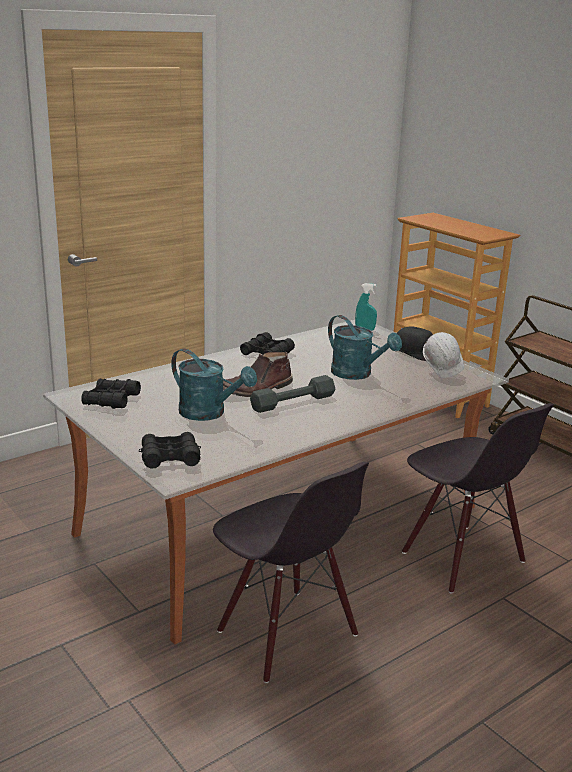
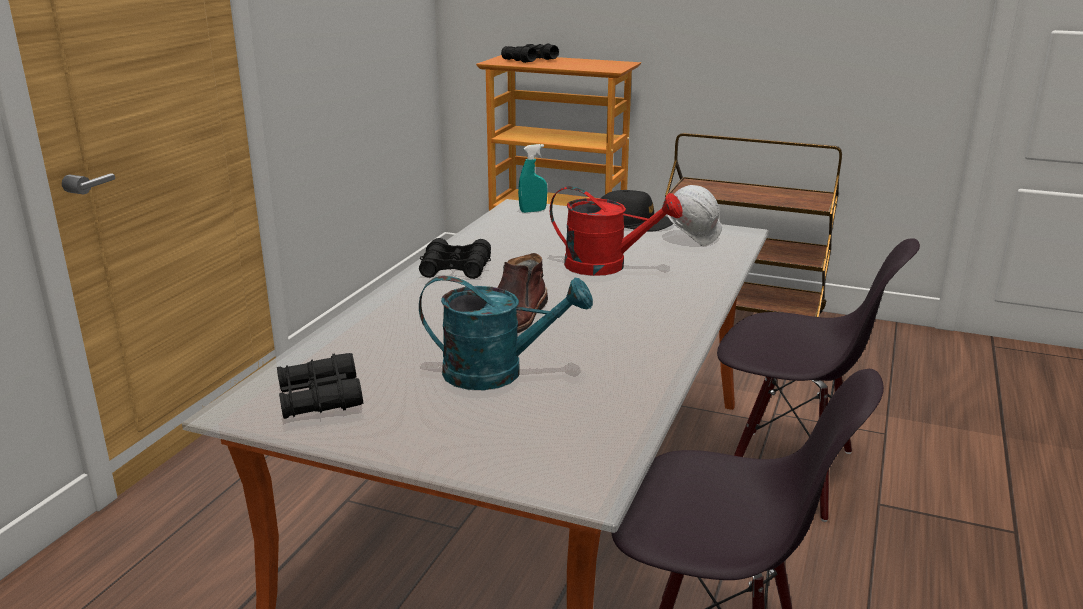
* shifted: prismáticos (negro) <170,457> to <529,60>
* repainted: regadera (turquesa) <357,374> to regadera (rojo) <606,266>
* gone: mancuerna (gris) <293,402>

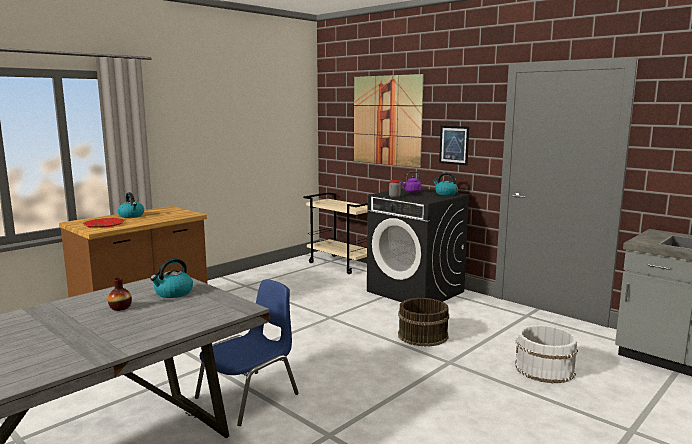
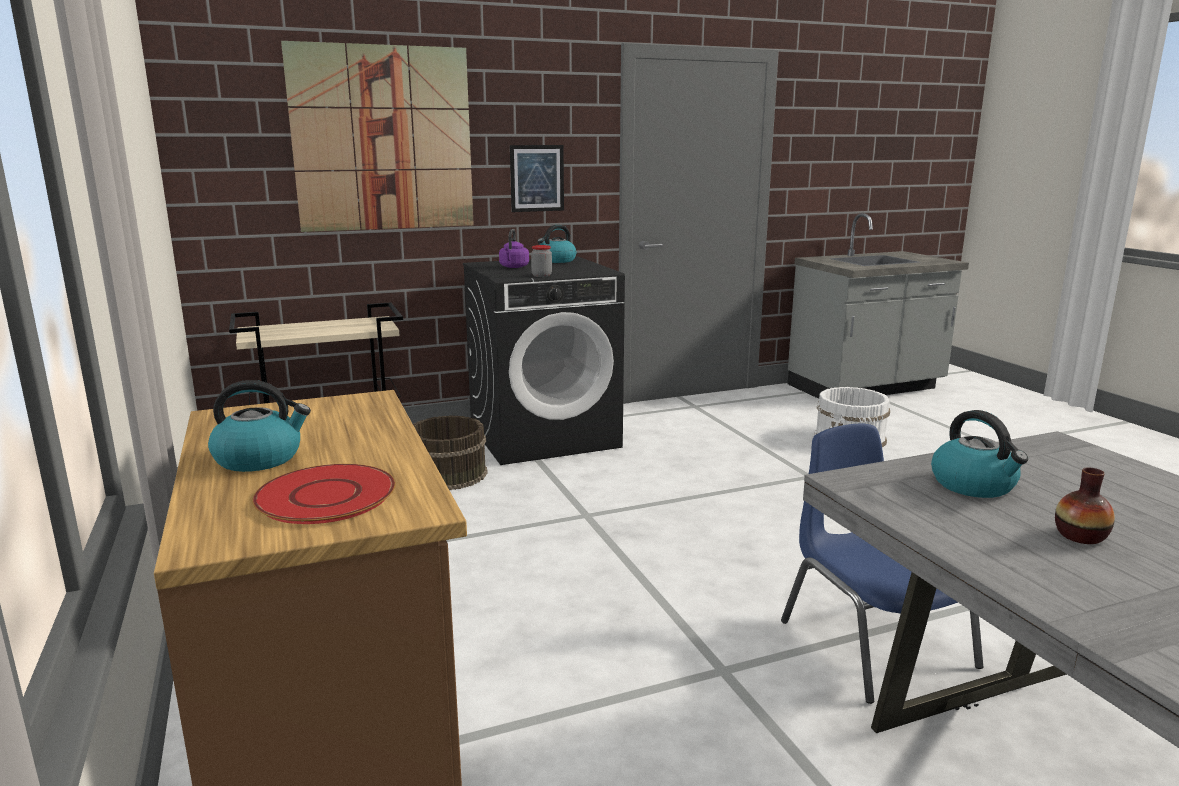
* shifted: cubo (marrón) <422,335> to <447,474>

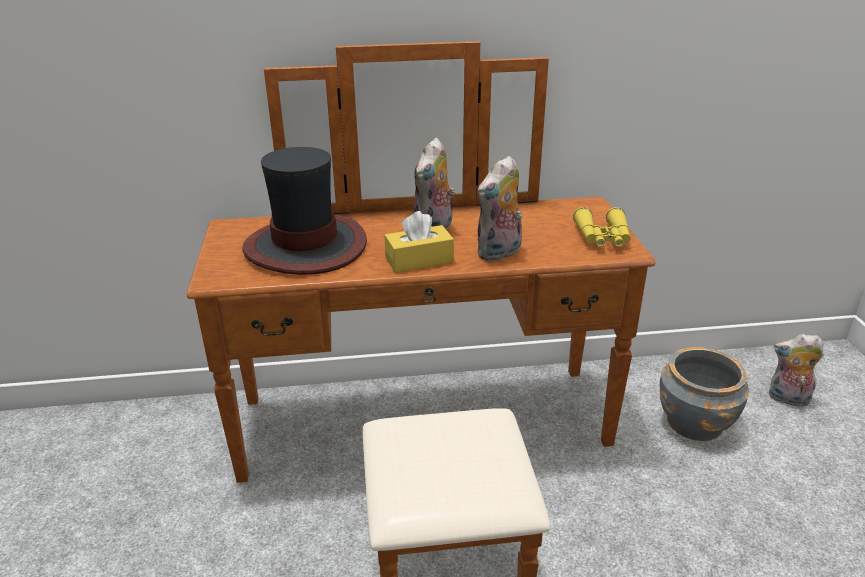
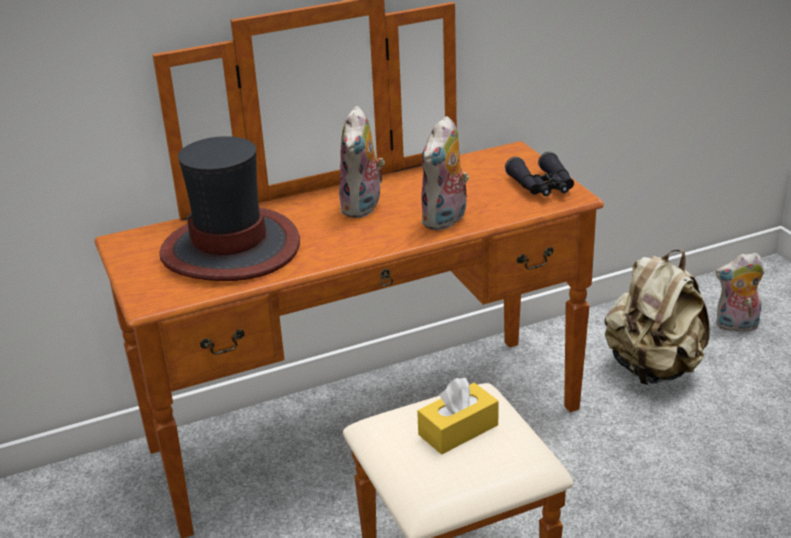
* shifted: caja de pañuelos (amarillo) <419,260> to <458,430>
* repainted: prismáticos (amarillo) <603,238> to prismáticos (negro) <542,186>
* swapped: maceta (gris) <695,422> to mochila (beis) <653,368>

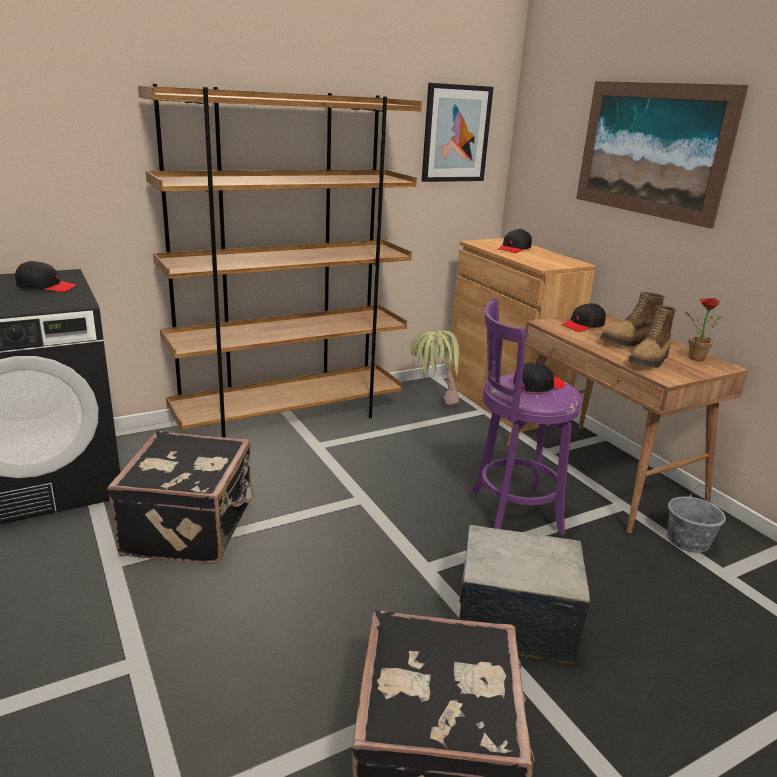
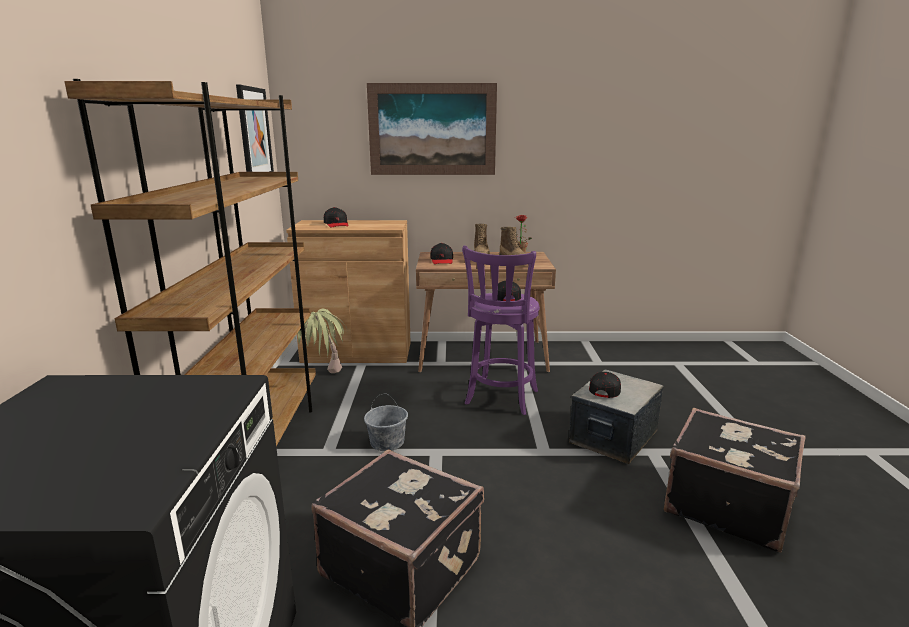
* shifted: cubo (gris) <688,540> to <387,442>
* shifted: gorra (negro) <46,287> to <605,389>

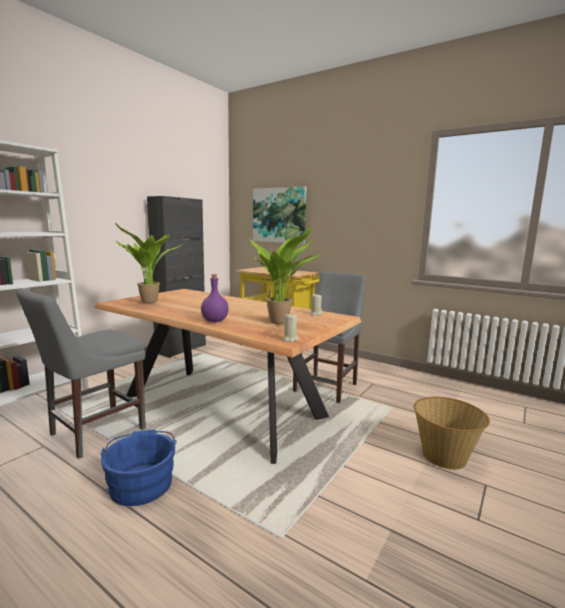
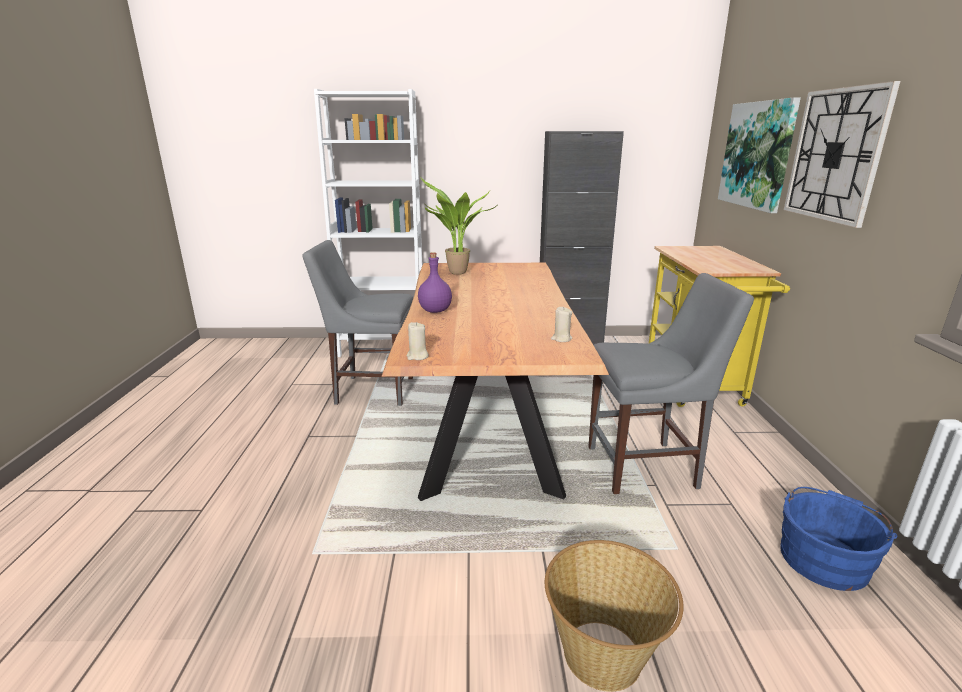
* shifted: cubo (azul) <141,482> to <824,557>
* new: reloj de pared <835,155>
* gone: planta en maceta <281,322>

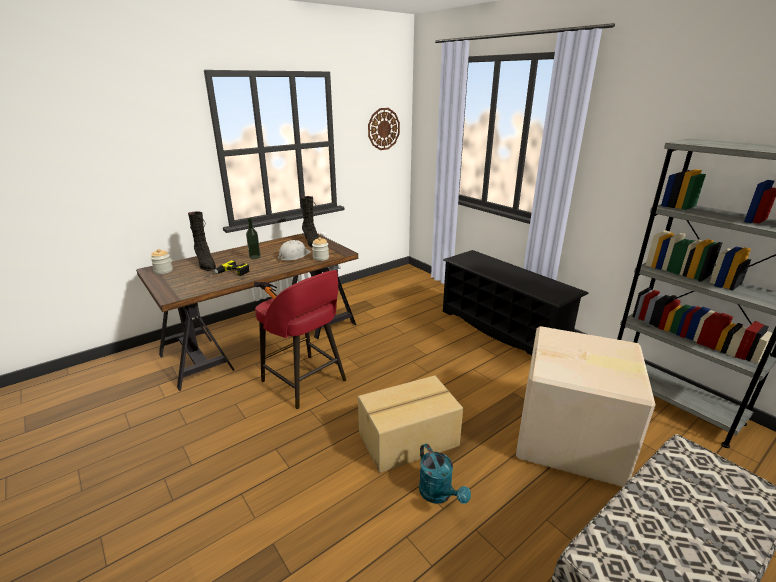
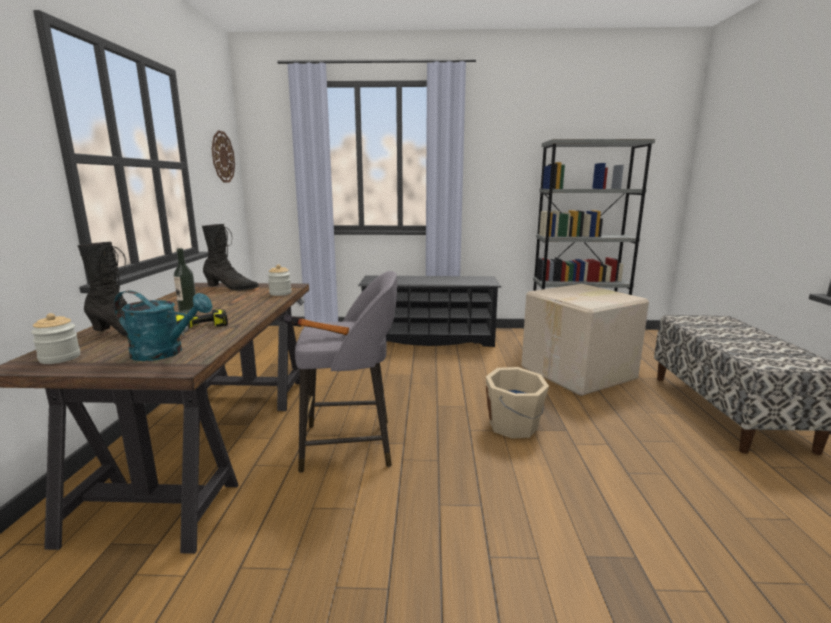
* shifted: regadera (turquesa) <439,494> to <165,353>
* repainted: taburete (rojo) <305,382> to taburete (gris) <351,445>
* swapped: caja de cartón <409,440> to cubo (beis) <514,426>
* gone: casco (blanco) <294,255>

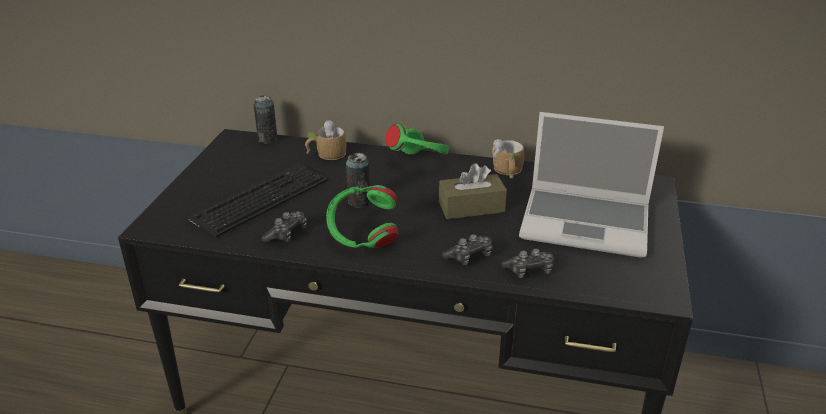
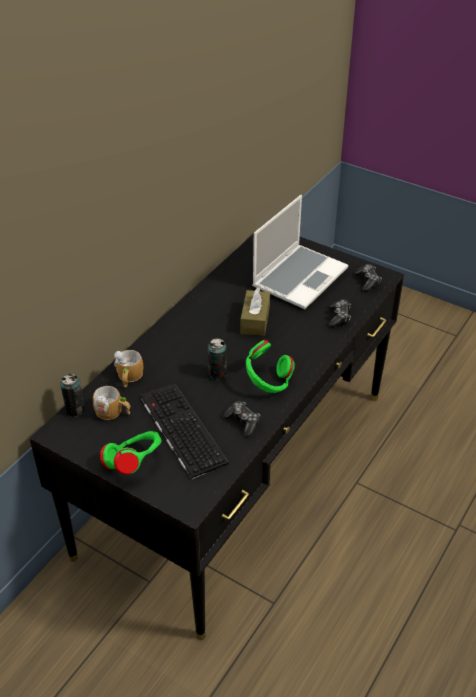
* shifted: taza grande <507,171> to <113,412>
* shifted: auriculares (verde) <419,162> to <134,463>
* shifted: mando de consola <469,256> to <367,281>

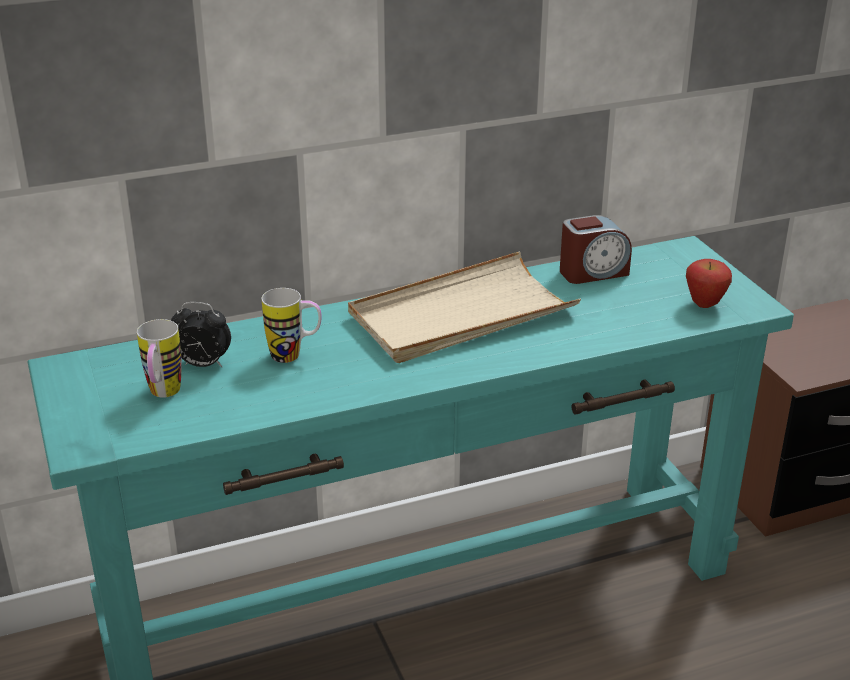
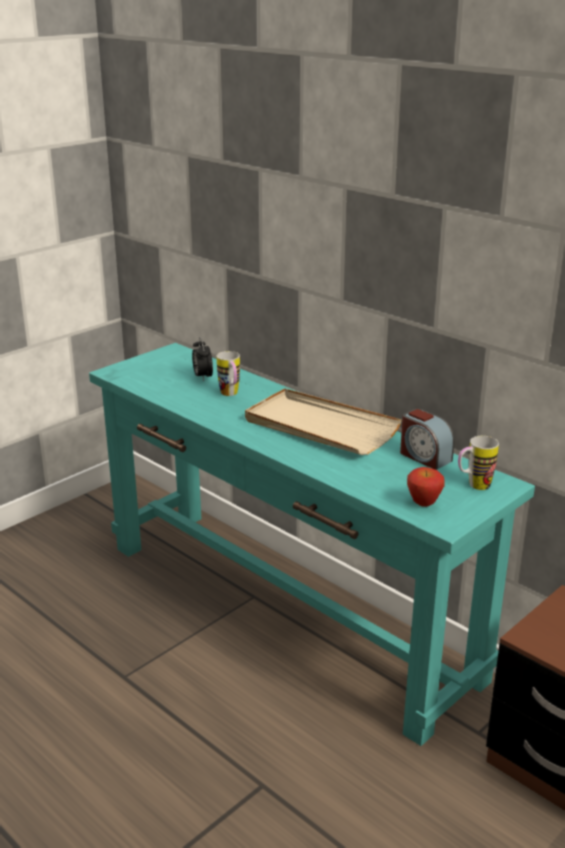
* shifted: taza grande <163,395> to <473,486>

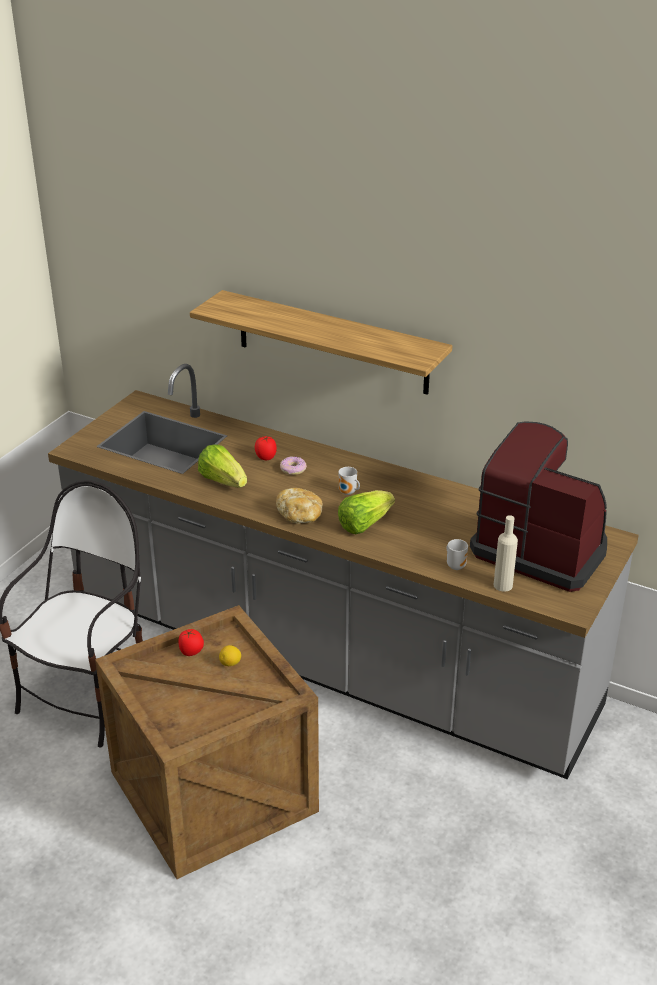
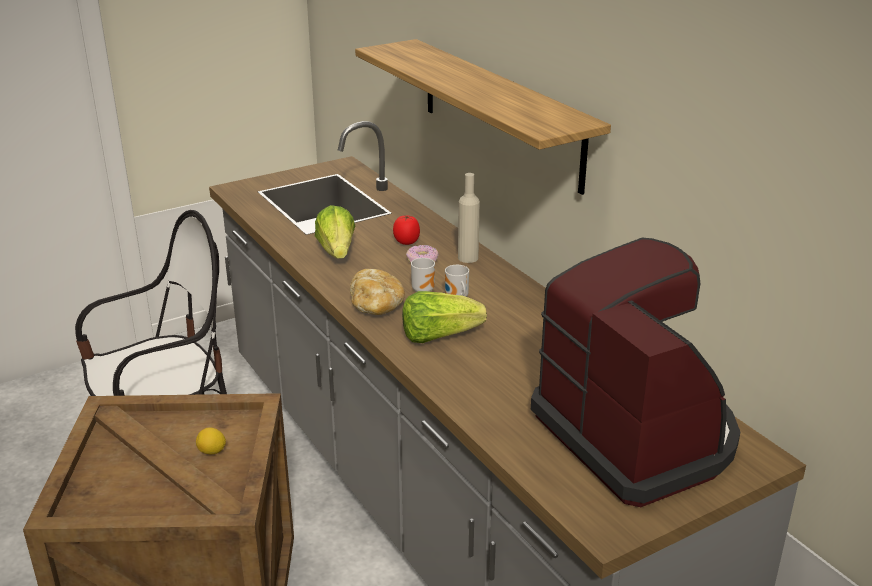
* shifted: taza grande <456,565> to <424,290>
* shifted: botella (beis) <503,585> to <468,258>
* gone: tomate <191,652>

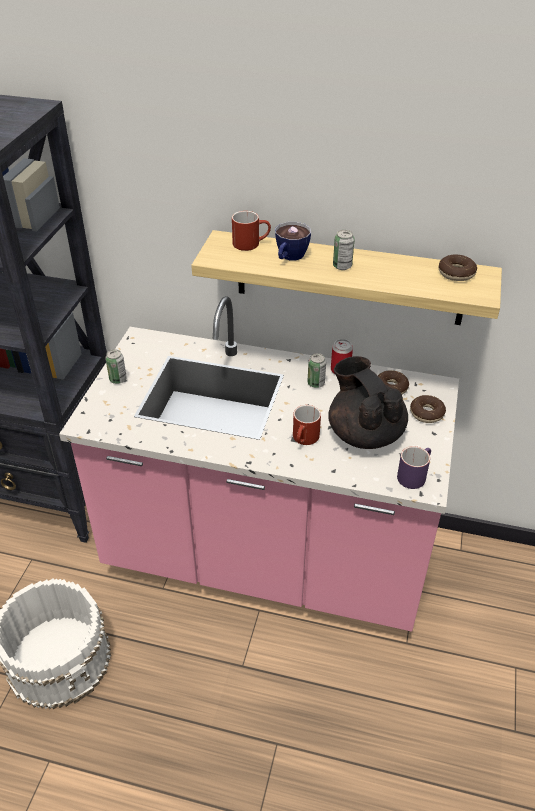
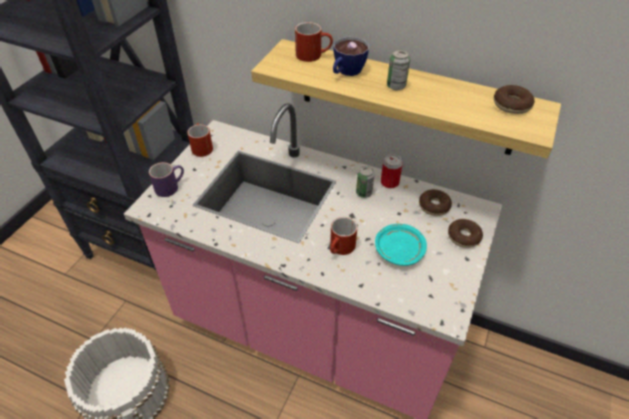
* shifted: taza grande (morado) <413,474> to <170,186>
* new: taza grande (rojo) <201,147>
* swapped: tetera (negro) <364,433> to plato (turquesa) <399,249>
* gone: lata <118,379>

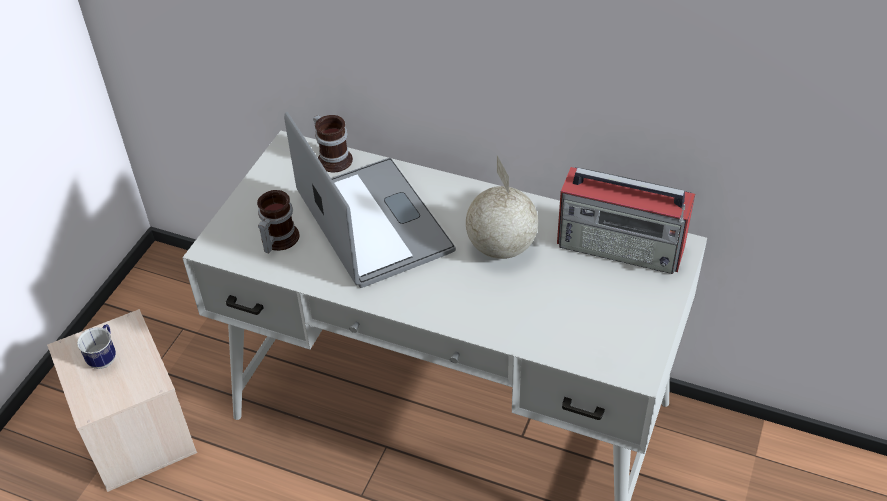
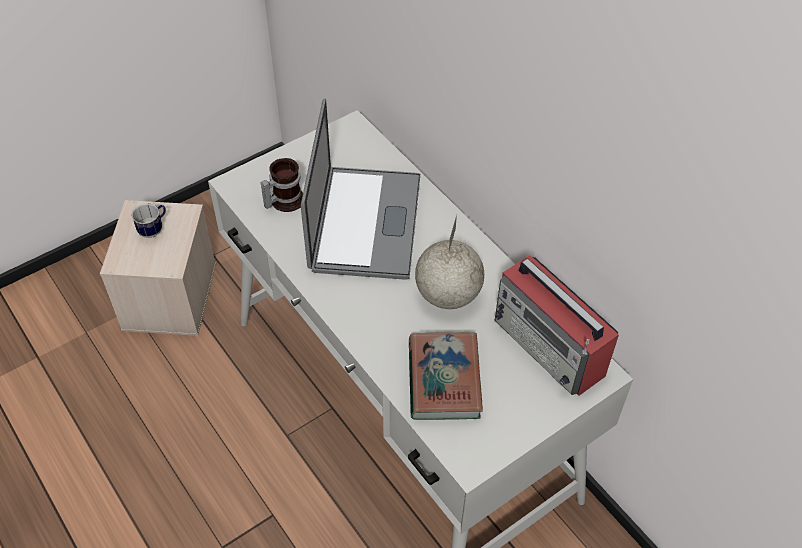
* new: libro <444,379>
* gone: taza grande <334,158>

